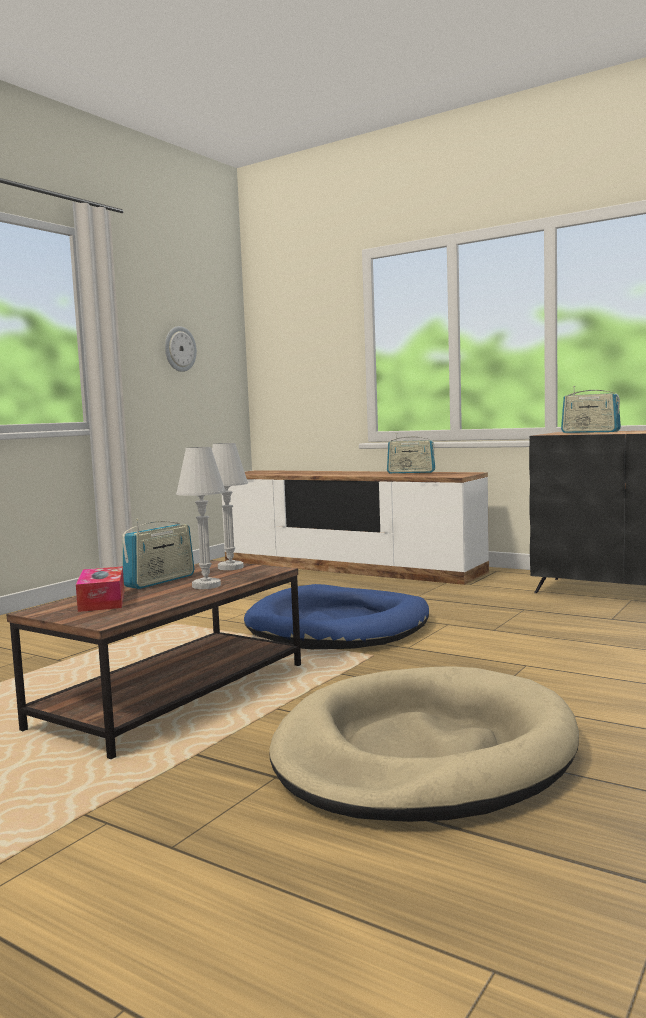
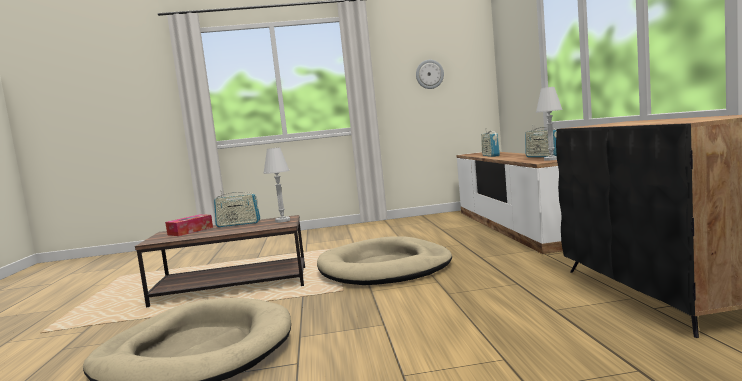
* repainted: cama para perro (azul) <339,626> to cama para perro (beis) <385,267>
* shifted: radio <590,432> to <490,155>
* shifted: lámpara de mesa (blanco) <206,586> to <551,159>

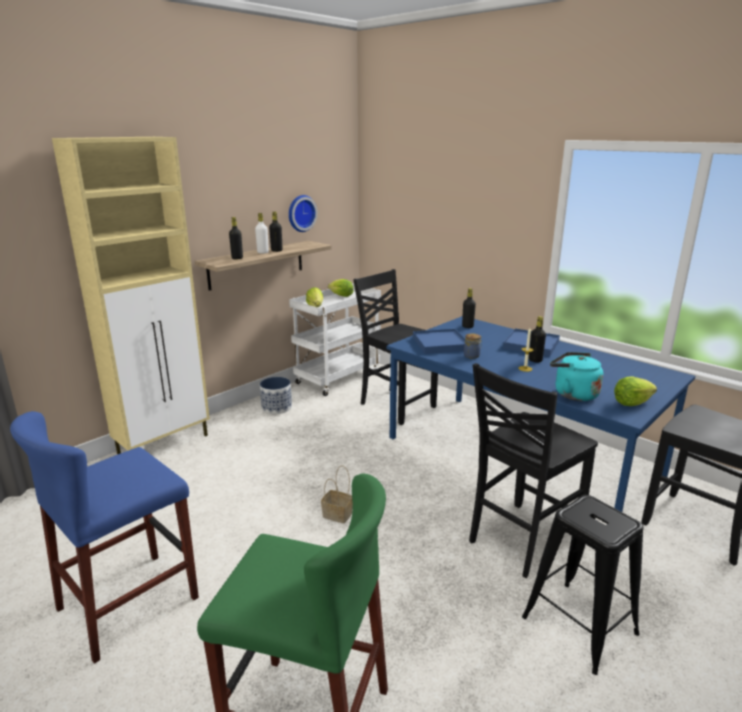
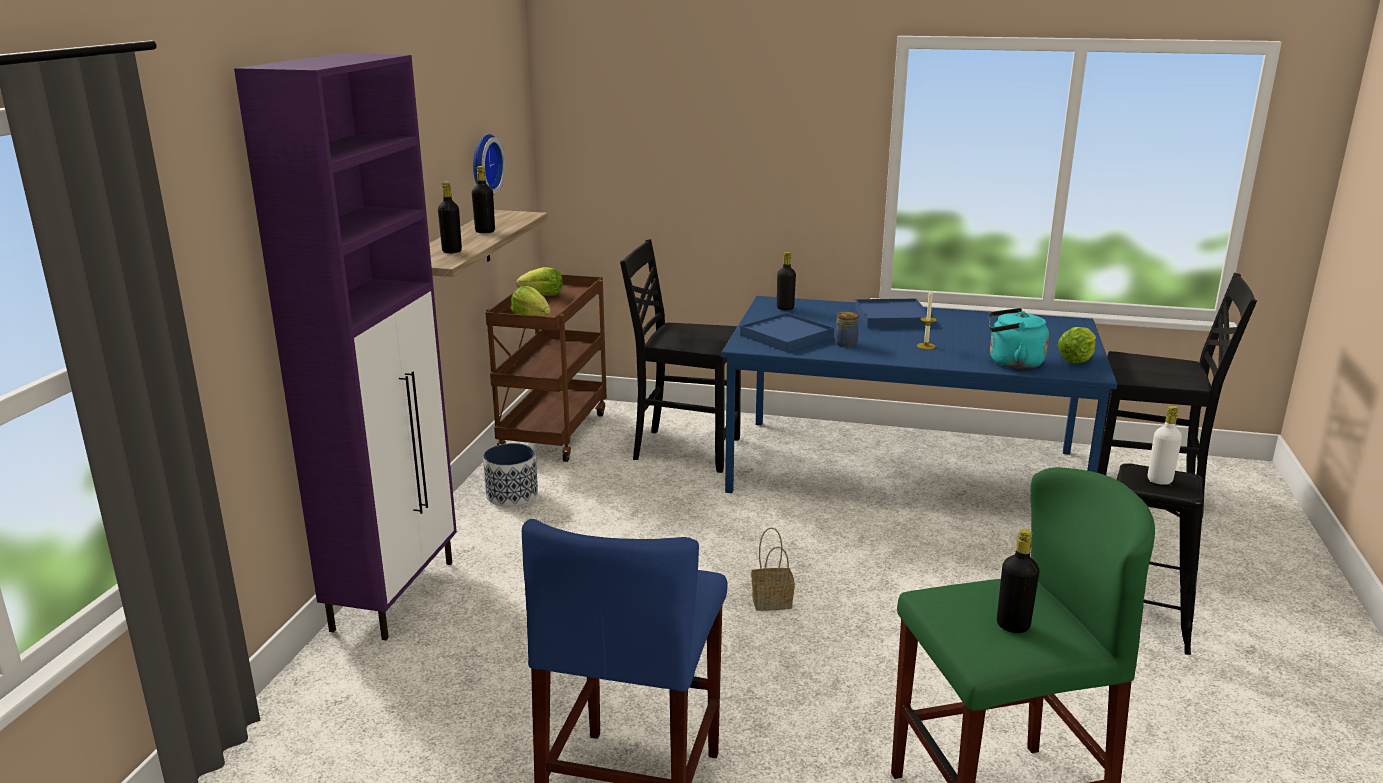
* repainted: armario (beis) <165,444> to armario (morado) <395,594>
* repainted: carrito (blanco) <337,378> to carrito (marrón) <553,432>
* shifted: botella (negro) <535,360> to <1013,625>
* shifted: botella (blanco) <263,252> to <1159,480>
* gone: silla (negro) <521,540>

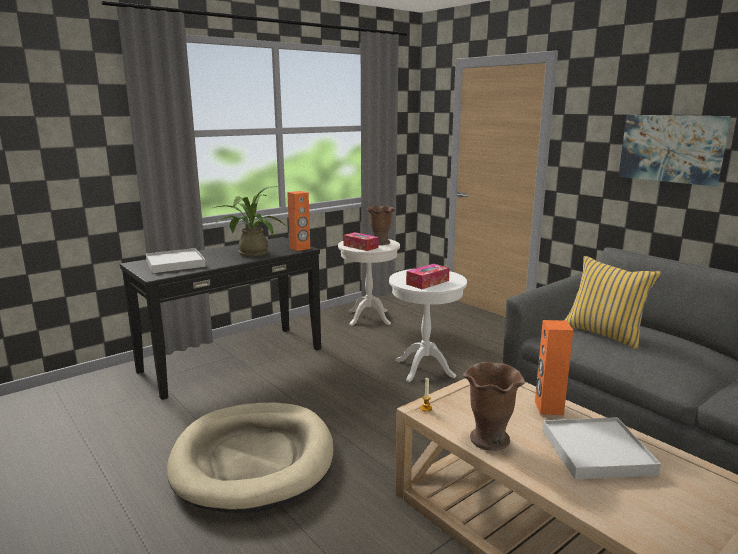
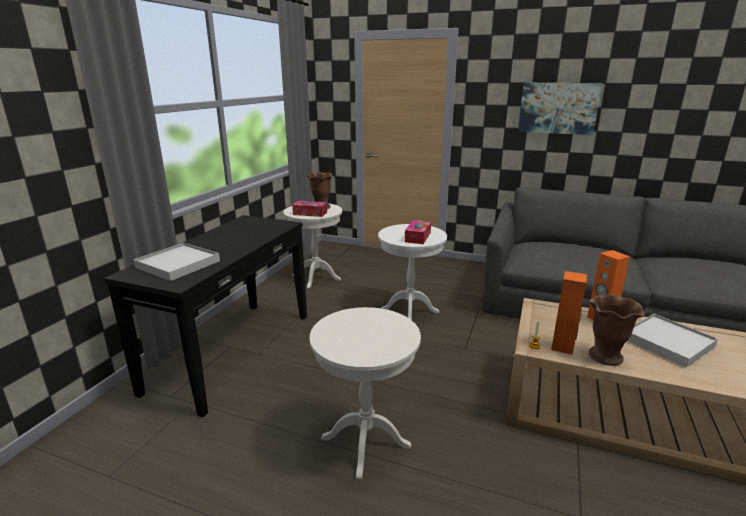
* swapped: cama para perro (beis) <253,459> to mesa auxiliar (blanco) <365,442>
* shifted: altavoz (naranja) <300,248> to <563,346>
* gone: planta en maceta <250,253>
* gone: cojín (amarillo) <604,333>

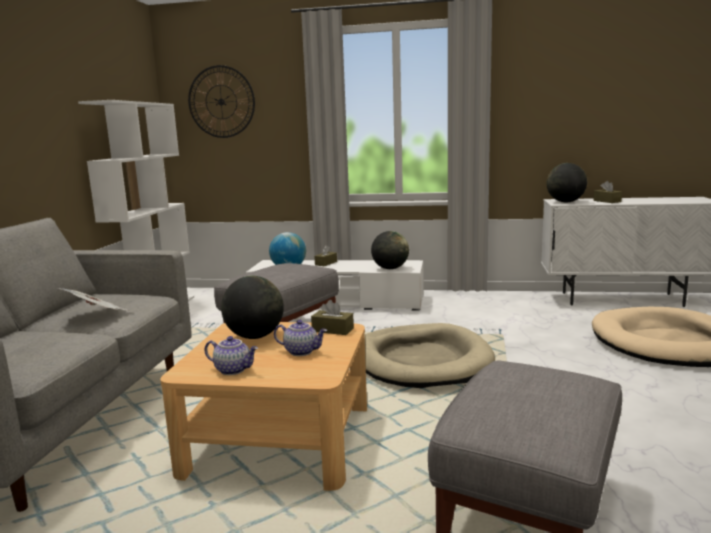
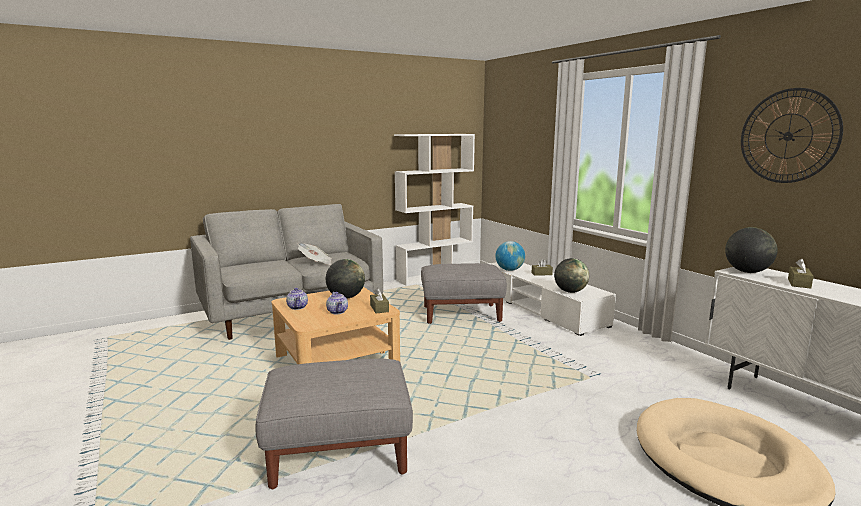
* shifted: reloj de pared <221,102> to <788,136>
* gone: cama para perro (beis) <421,361>

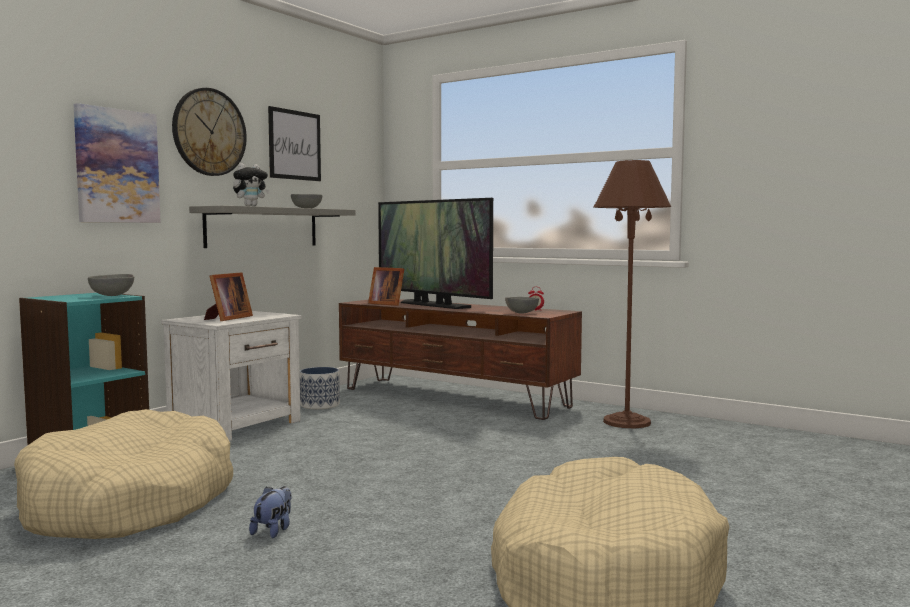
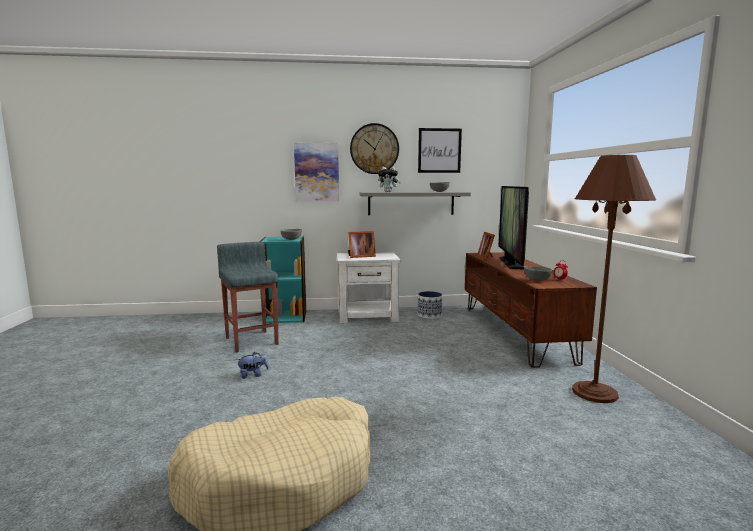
* swapped: cama para perro (beis) <129,502> to taburete (gris) <251,340>

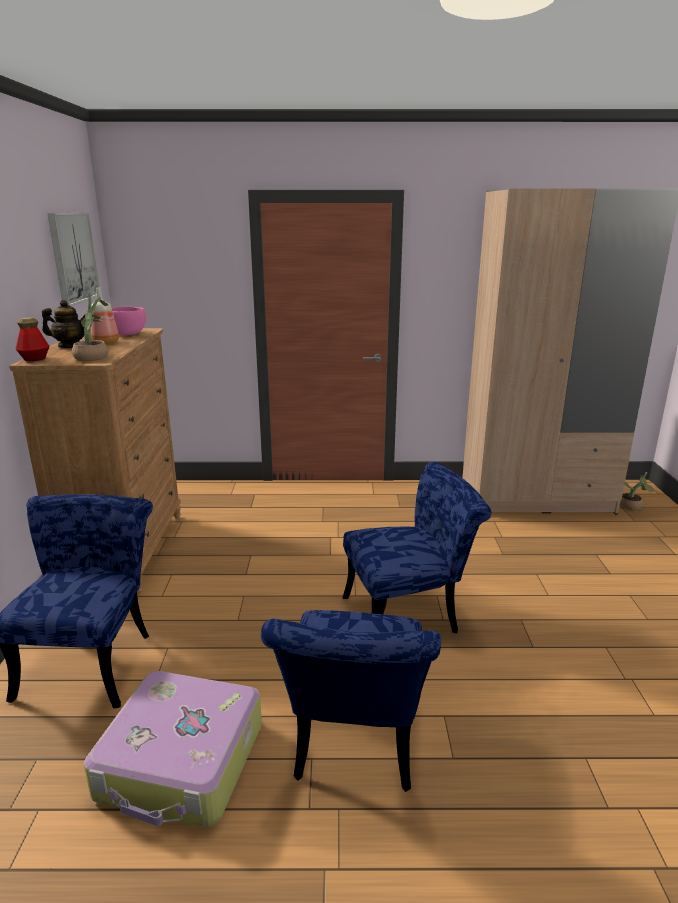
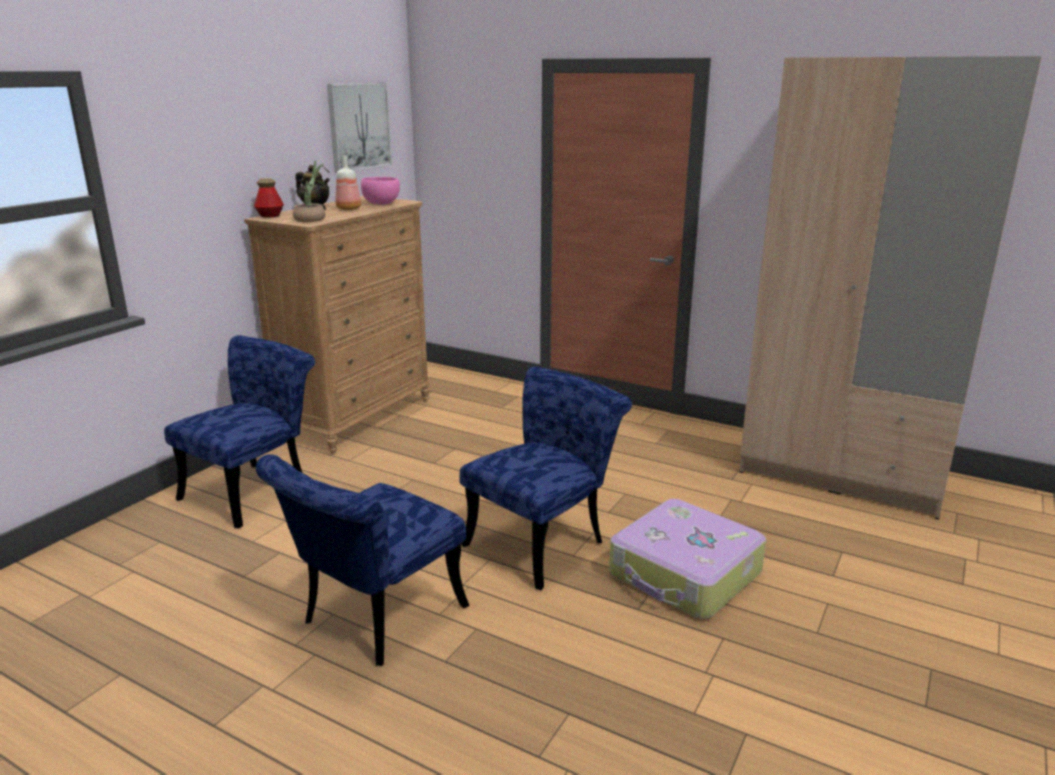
* rotated: silla (azul) <409,615> = <544,541> 60 degrees counterclockwise
* shifted: maleta <182,762> to <685,574>
* gone: planta en maceta <632,507>

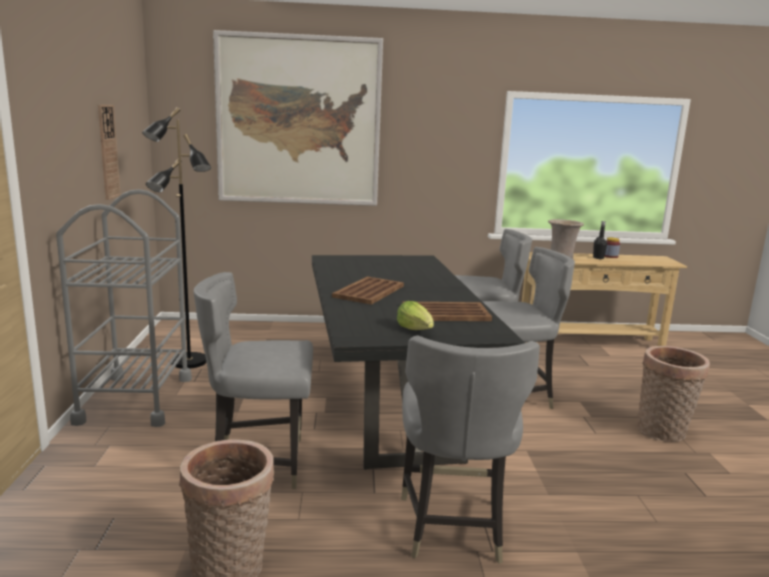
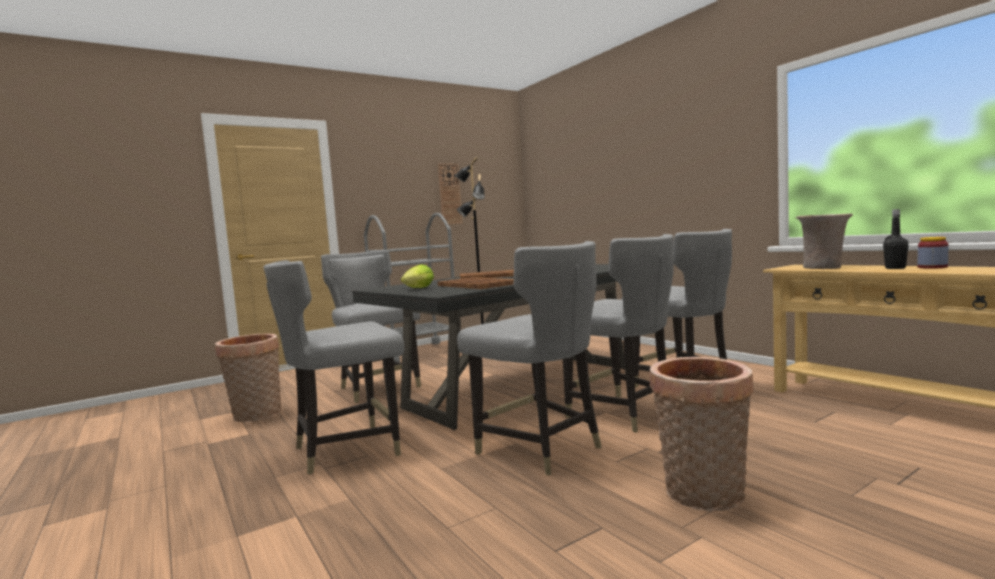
* new: silla (gris) <540,449>
* gone: cuadro <299,121>

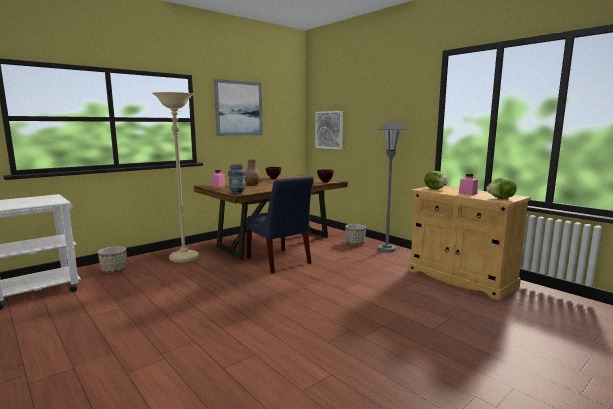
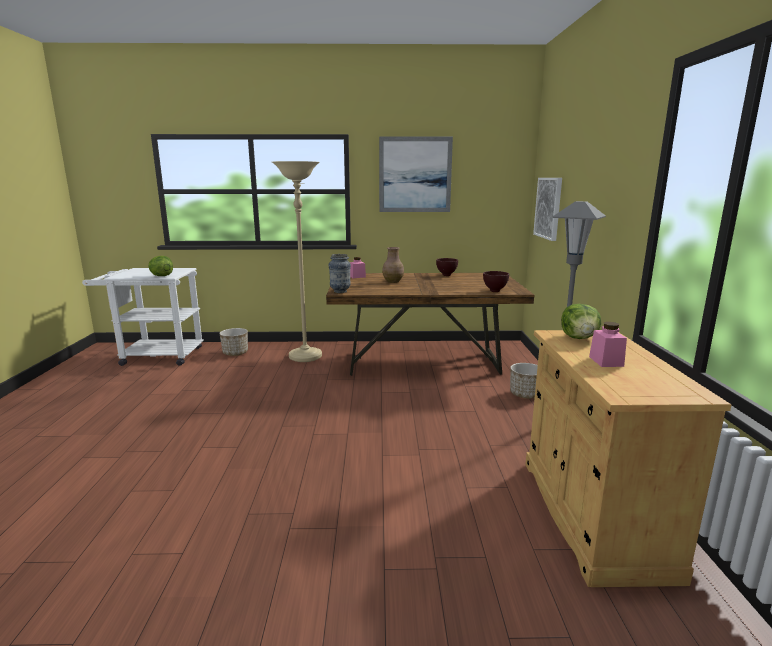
* shifted: lechuga <501,198> to <161,276>
* gone: silla (azul) <279,261>

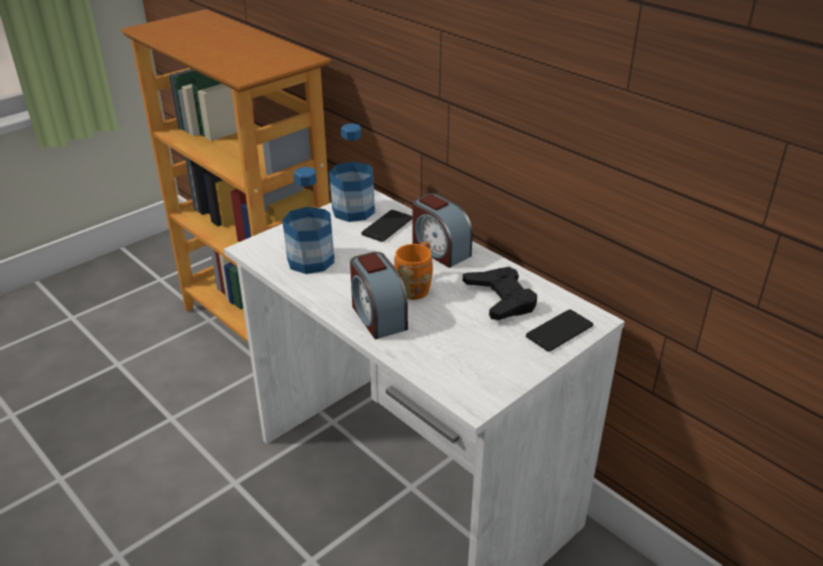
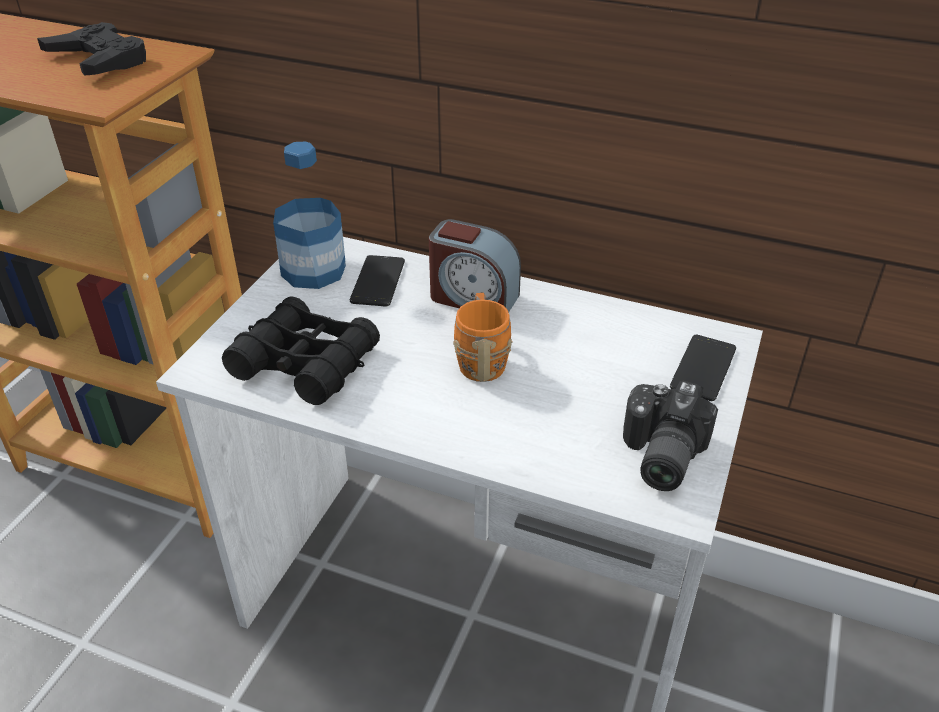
* shifted: mando de consola (negro) <500,299> to <99,60>
* swapped: botella <311,260> to prismáticos (negro) <305,363>
* new: cámara <658,455>
* gone: despertador <377,316>

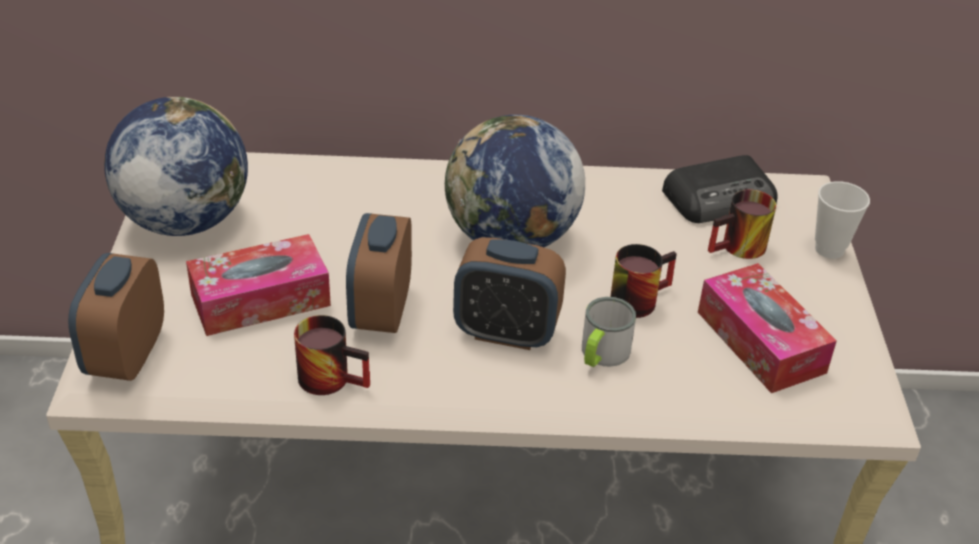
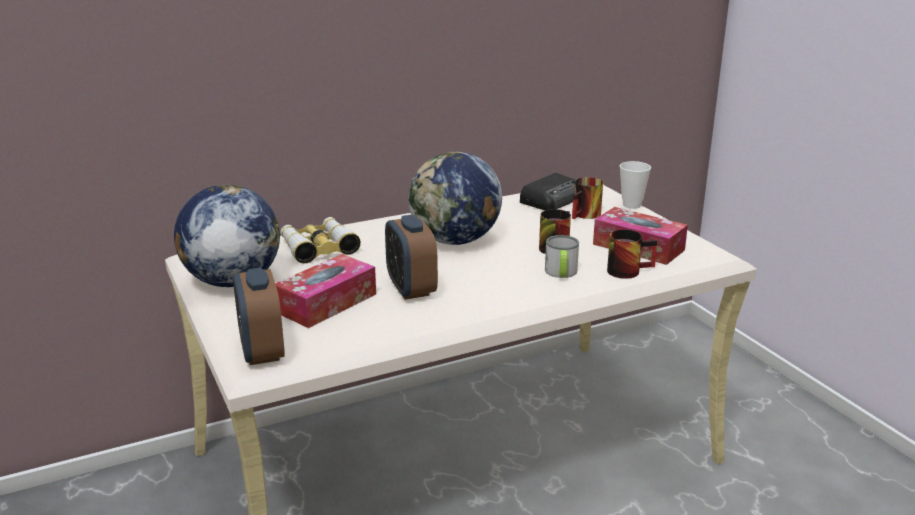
* new: prismáticos <318,248>
* shifted: taza grande <333,377> to <628,270>
* gone: despertador <506,332>

